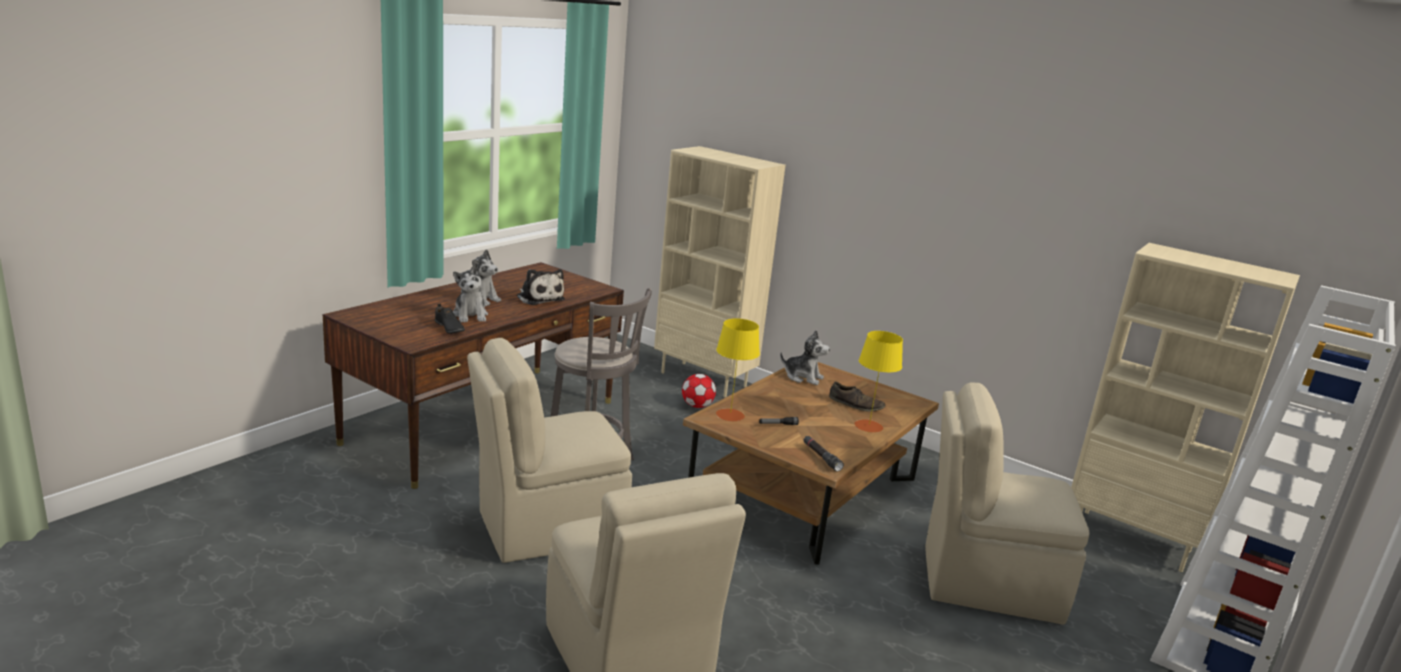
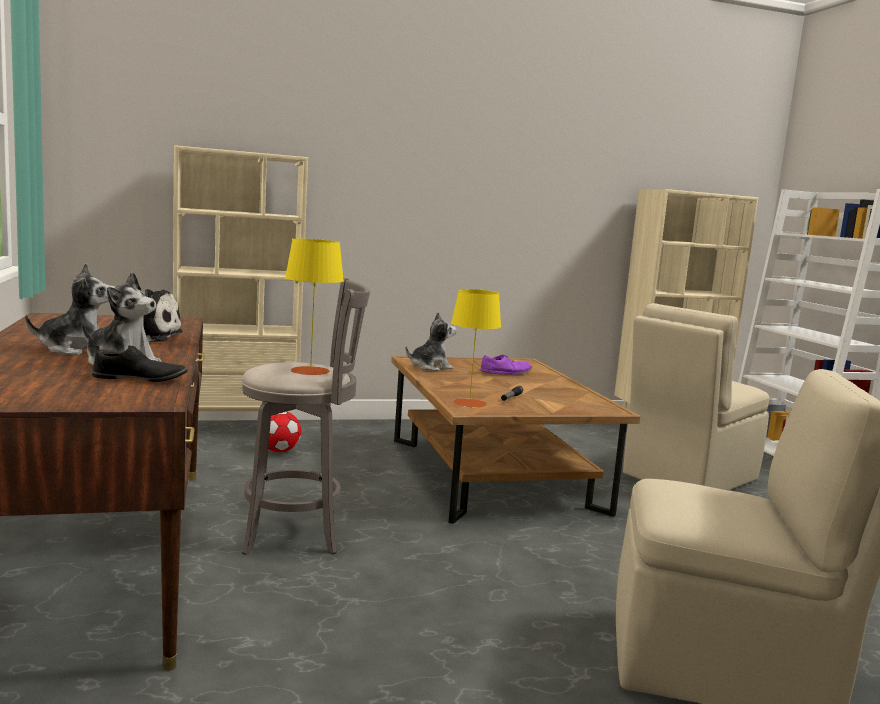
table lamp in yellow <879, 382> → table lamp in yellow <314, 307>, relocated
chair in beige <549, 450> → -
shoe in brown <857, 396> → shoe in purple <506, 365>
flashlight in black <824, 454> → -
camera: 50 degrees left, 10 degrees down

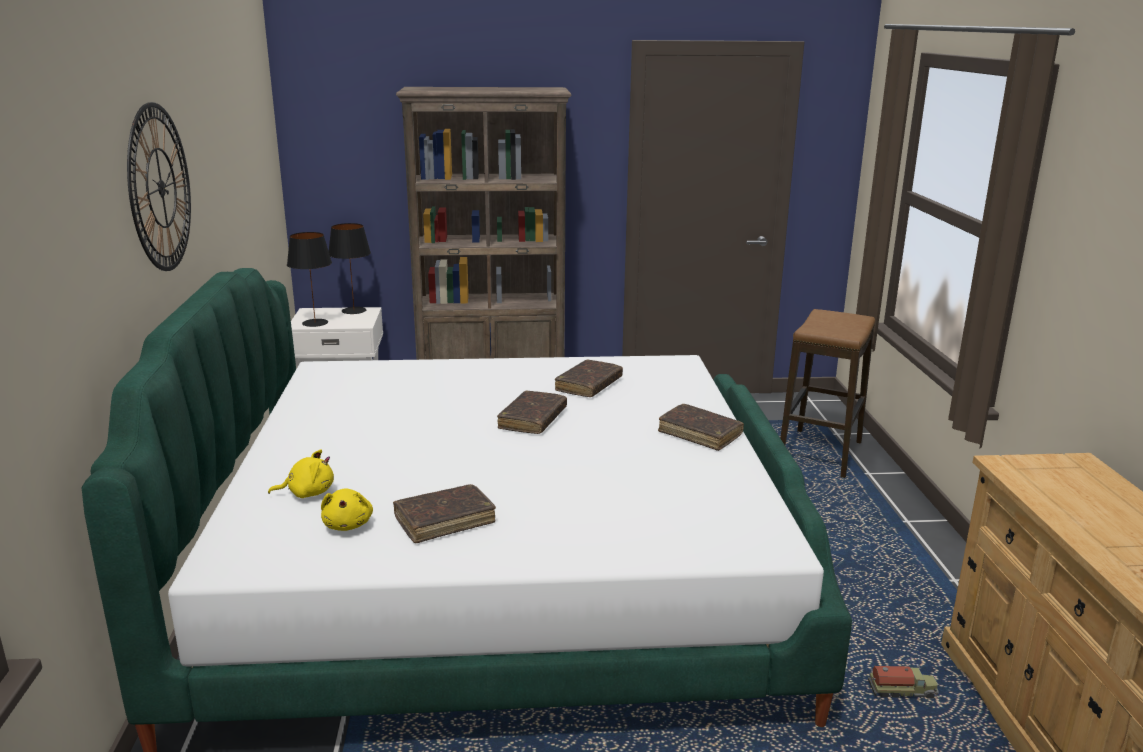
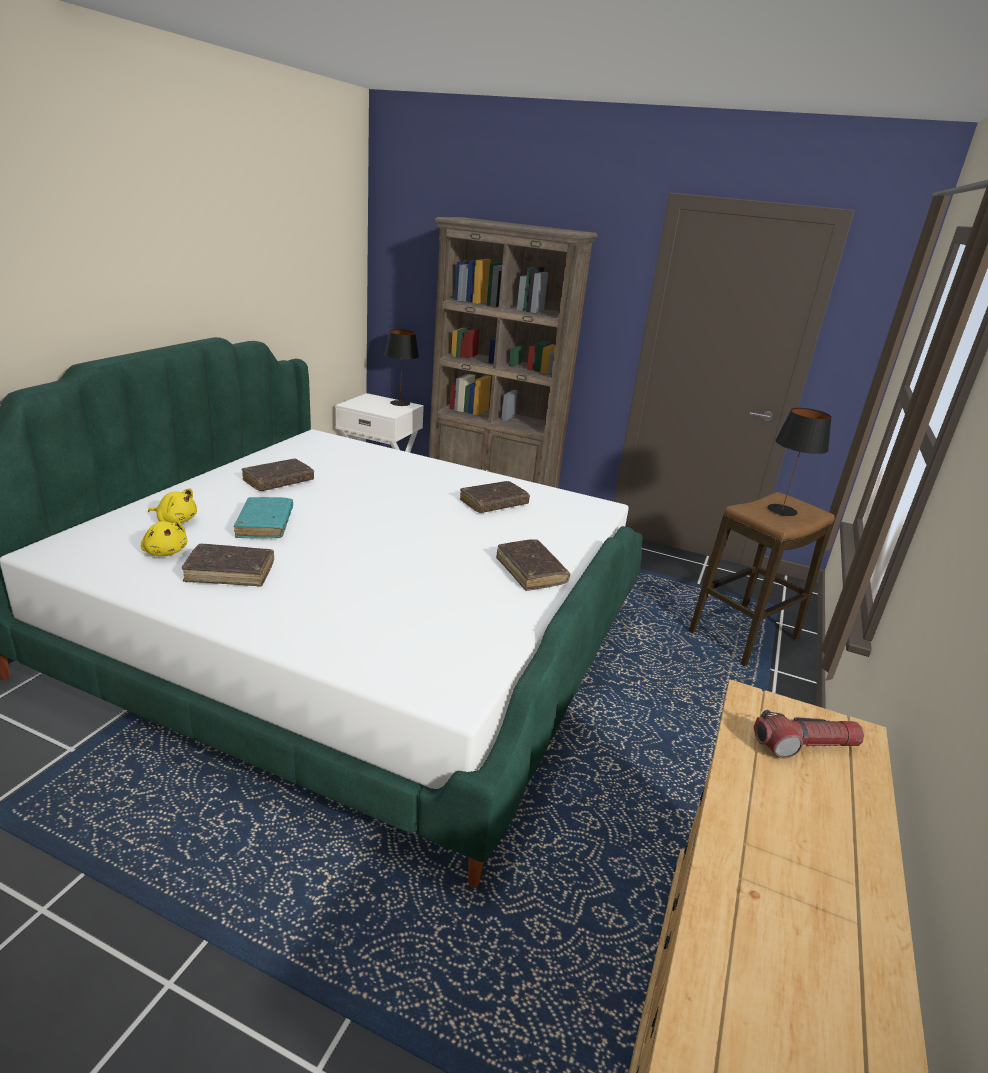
wall clock <159, 186> → -
table lamp in black <309, 279> → table lamp in black <800, 462>, relocated
book in brown <532, 412> → book in brown <277, 475>, relocated
plush toy in yellow <347, 510> → plush toy in yellow <164, 538>, 60 degrees counterclockwise
toy truck <903, 682> → -
- → book in turquoise <263, 518>
- → flashlight <809, 734>
camera: 25 degrees right, 5 degrees up

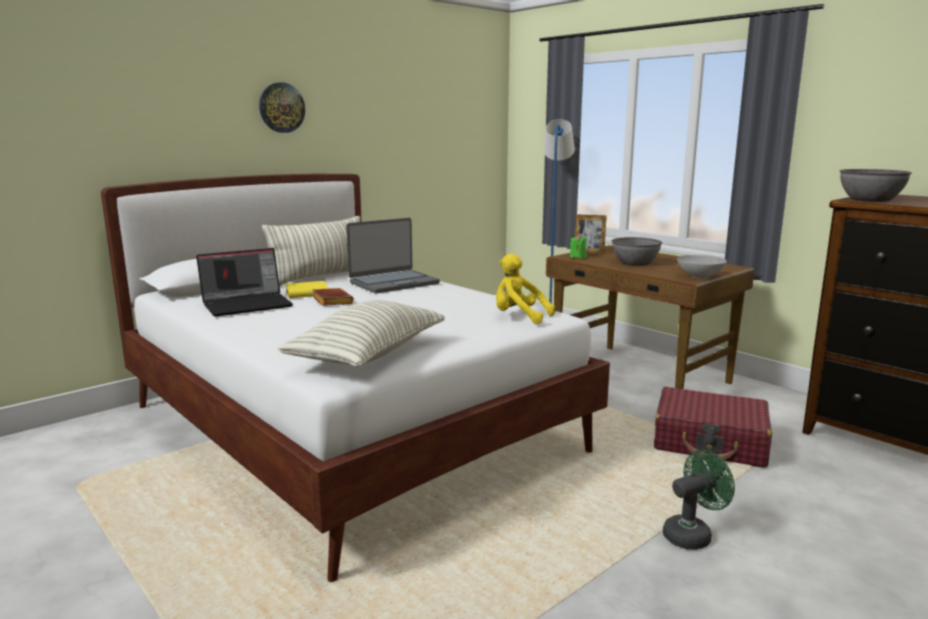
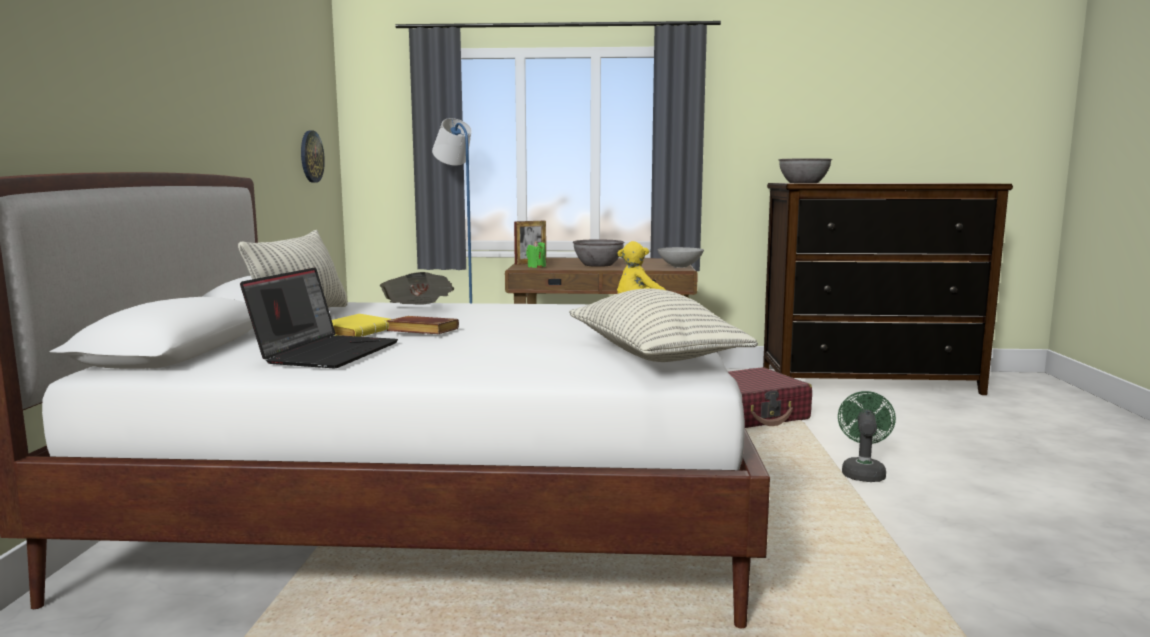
wall clock <282, 107> → wall clock <313, 157>, relocated
laptop <393, 255> → newspaper <416, 288>
camera: 45 degrees left, 5 degrees down

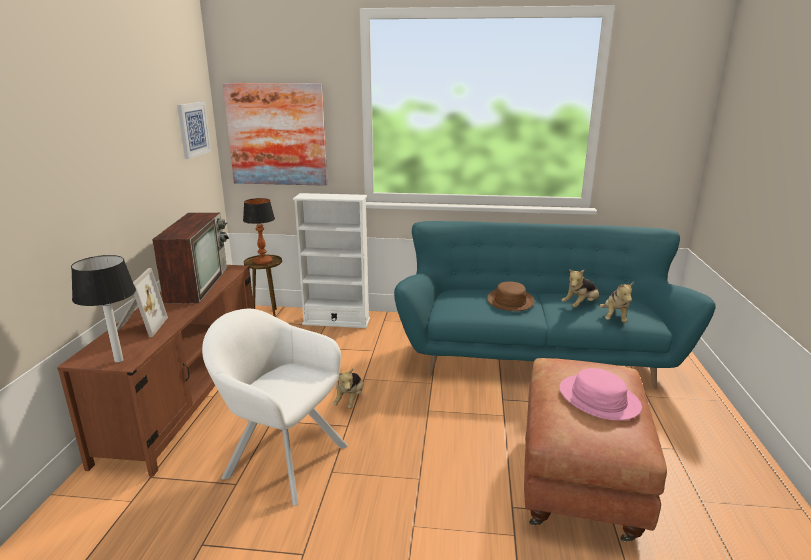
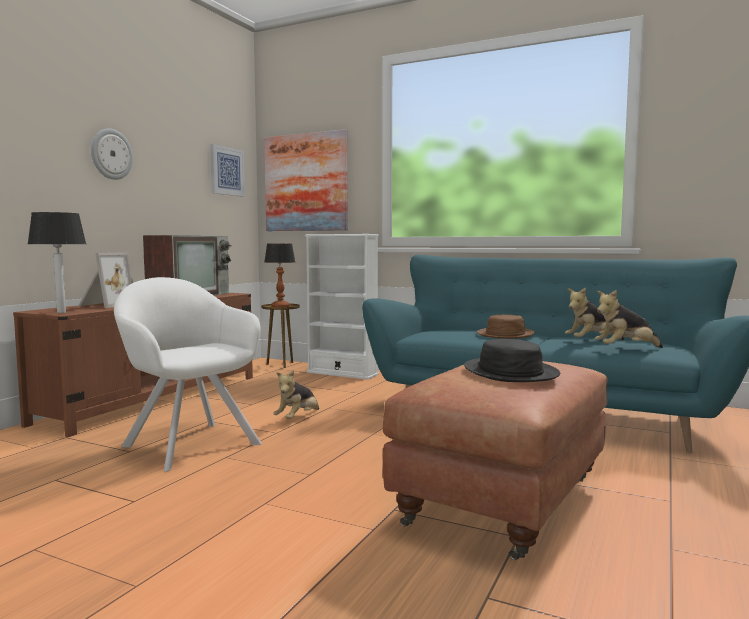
plush toy <617, 302> → plush toy <629, 319>, 45 degrees clockwise
hat in pink <600, 394> → hat in black <512, 360>
- → wall clock <112, 154>
camera: 20 degrees right, 15 degrees down

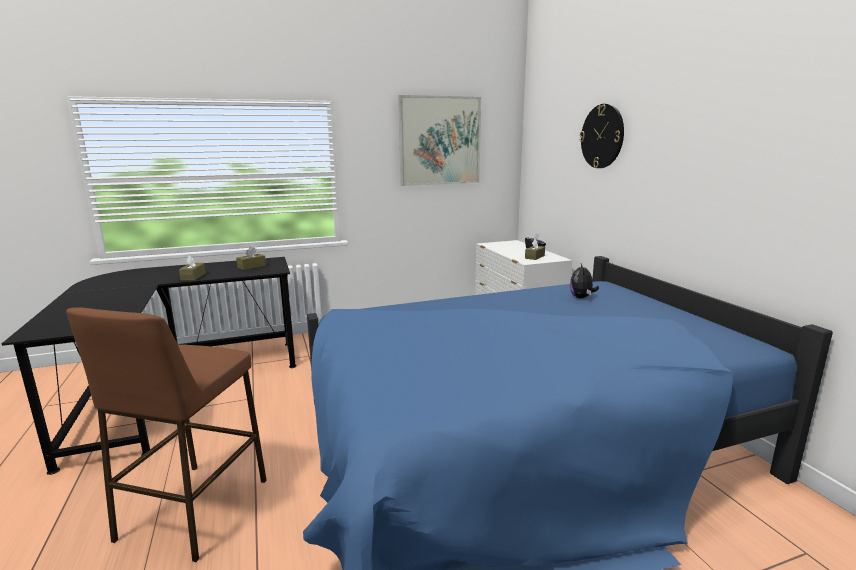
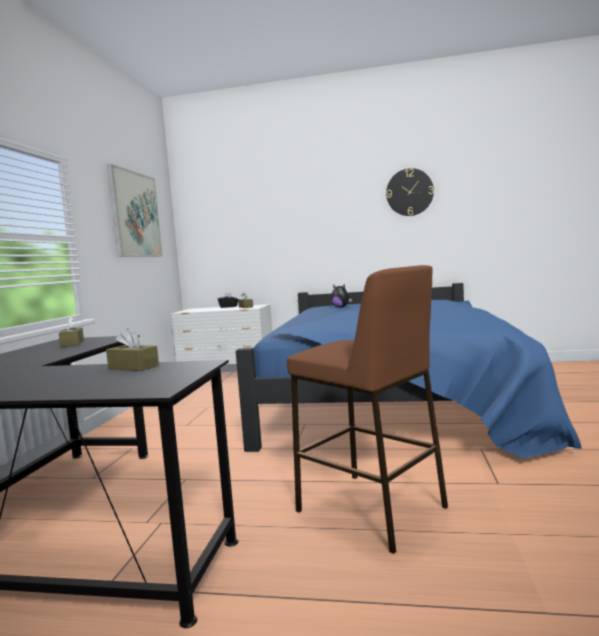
wall clock <601, 136> → wall clock <410, 192>, relocated
tissue box in brown <192, 268> → tissue box in brown <132, 349>, relocated
camera: 60 degrees left, 10 degrees down

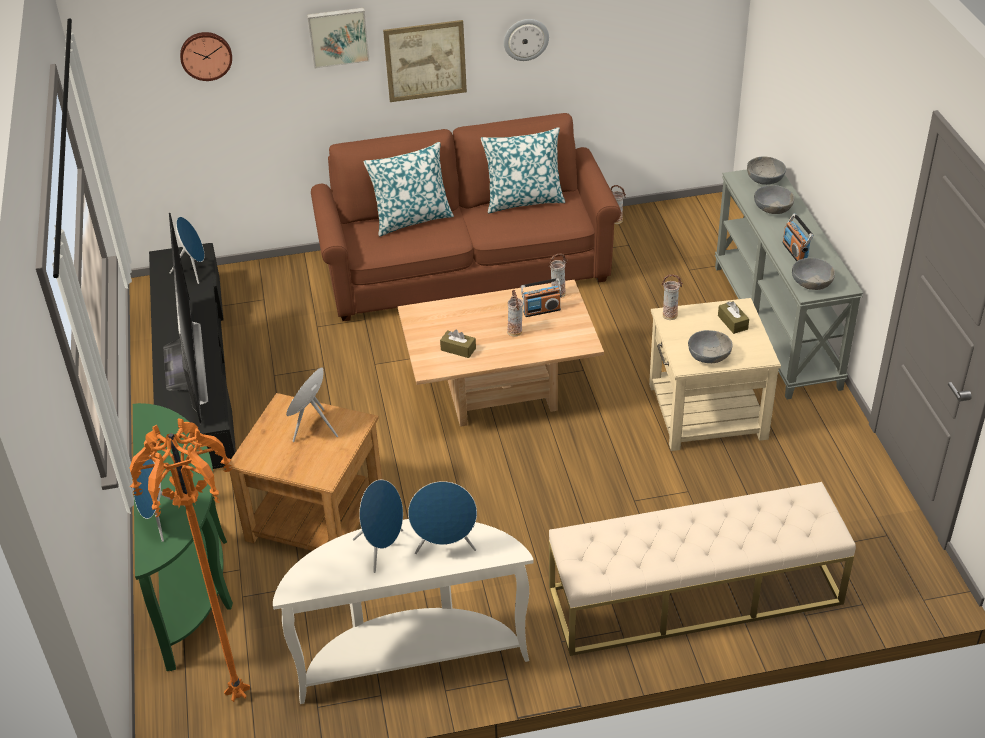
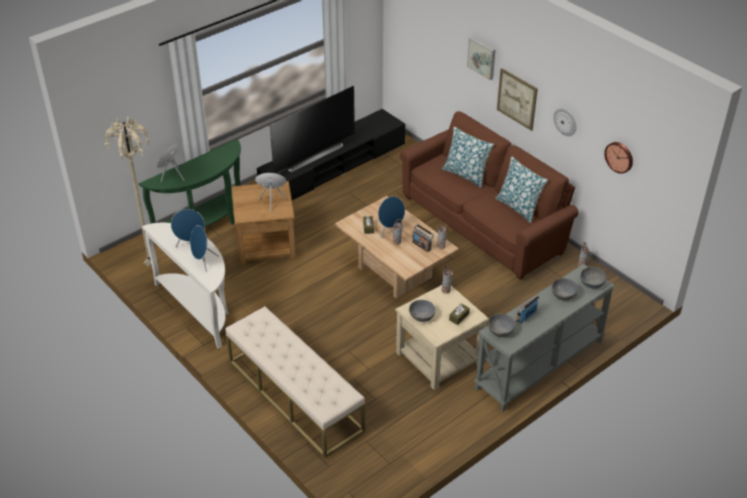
wall clock <206, 56> → wall clock <618, 158>, relocated
speaker in blue <187, 250> → speaker in blue <391, 217>, relocated
floor lamp in orange <190, 560> → floor lamp in beige <128, 192>
camera: 60 degrees right, 0 degrees up

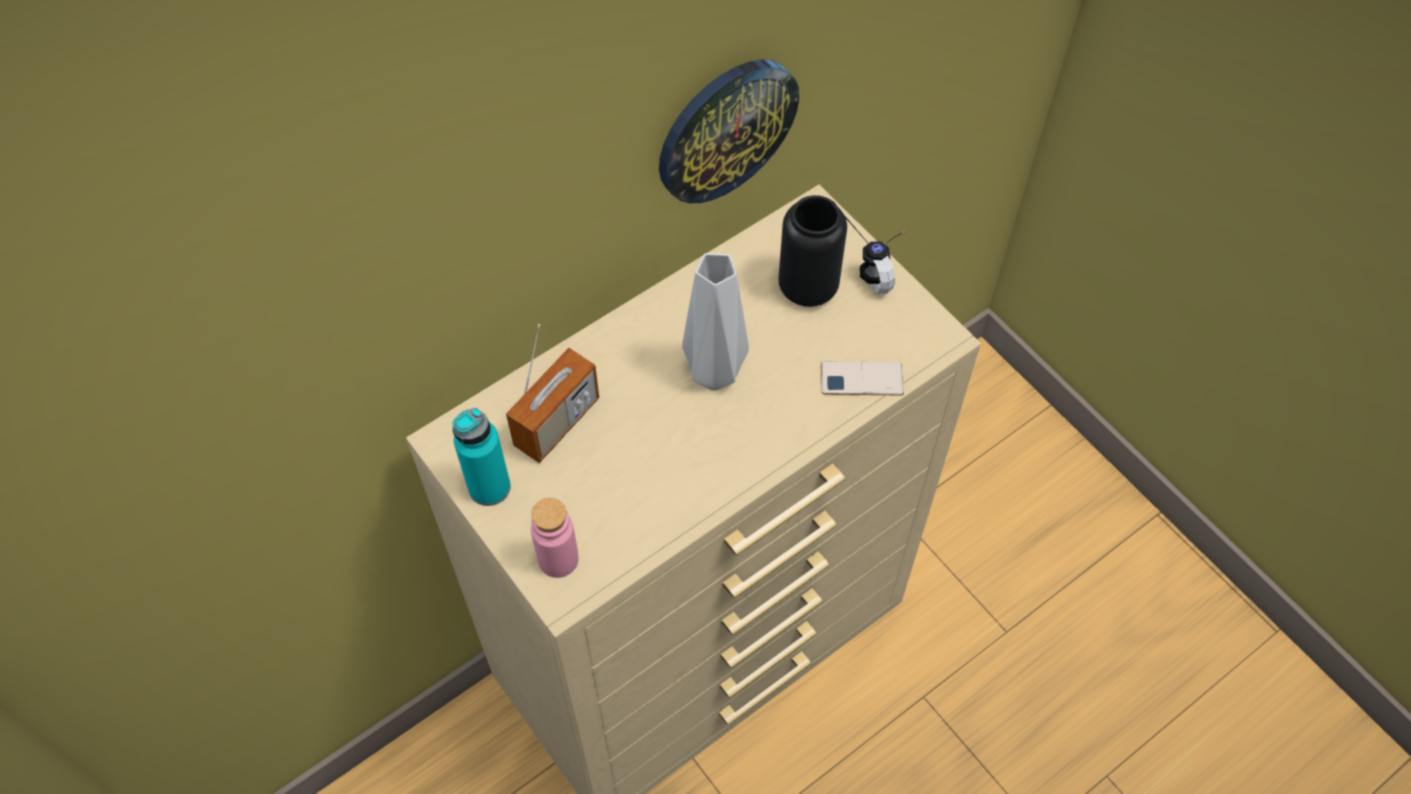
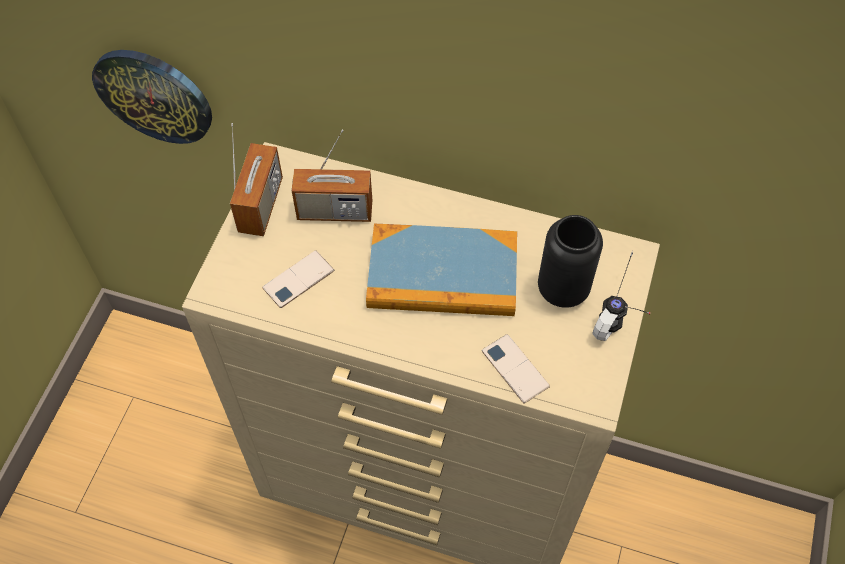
wall clock <729, 131> → wall clock <152, 97>, relocated
vase in grey <715, 322> → book <441, 270>
bottle in turquoise <481, 457> → radio <256, 179>
bottle in pink <555, 538> → -
- → phone <298, 279>
camera: 55 degrees right, 0 degrees up

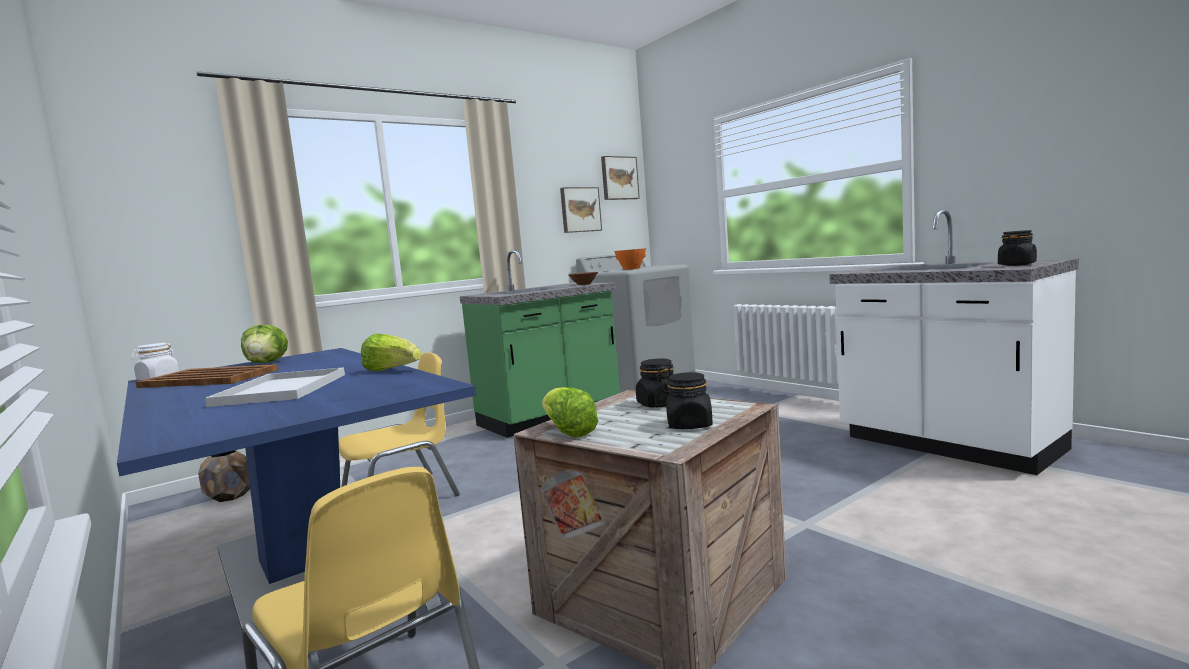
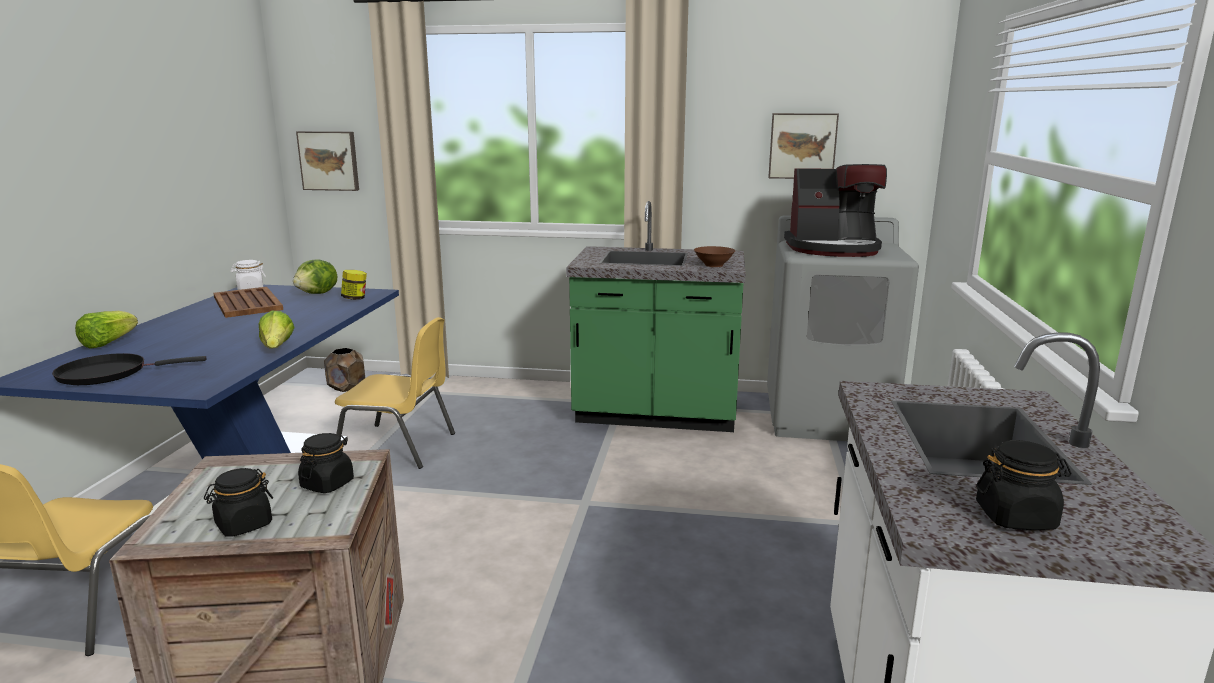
picture <620, 178> → picture <327, 161>, relocated
bowl in orange <630, 259> → coffee machine <835, 210>
tray in white <275, 387> → -
lettuce <570, 412> → lettuce <106, 330>, relocated
- → jar <354, 285>
- → frying pan in black <129, 369>
camera: 45 degrees right, 10 degrees up

